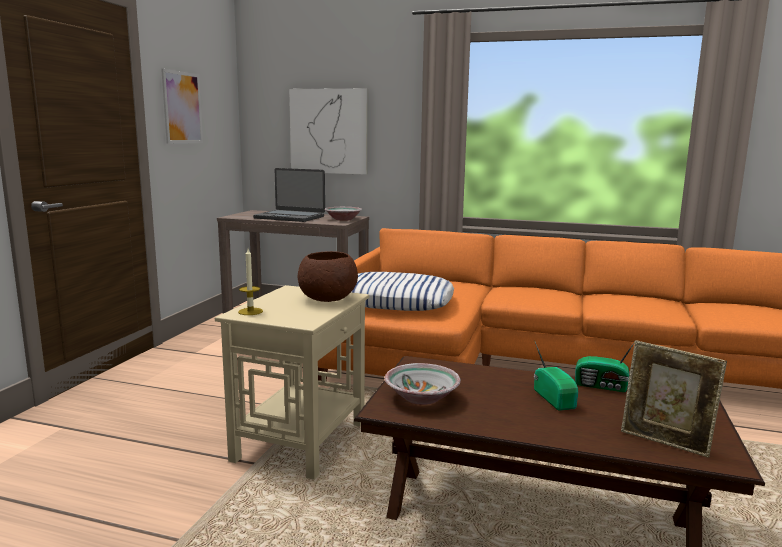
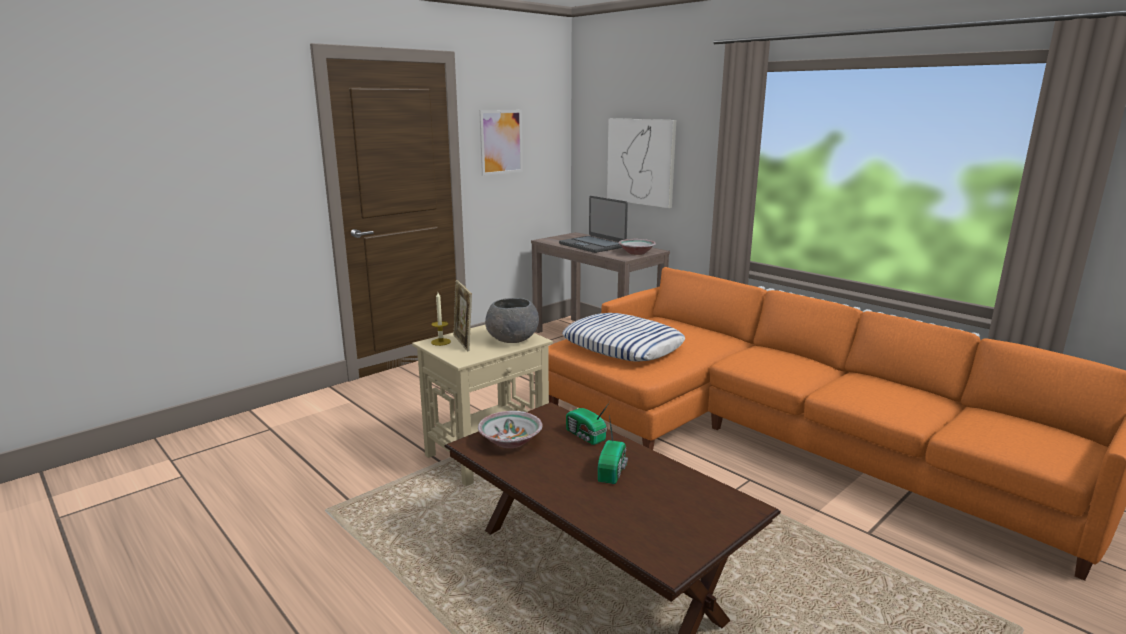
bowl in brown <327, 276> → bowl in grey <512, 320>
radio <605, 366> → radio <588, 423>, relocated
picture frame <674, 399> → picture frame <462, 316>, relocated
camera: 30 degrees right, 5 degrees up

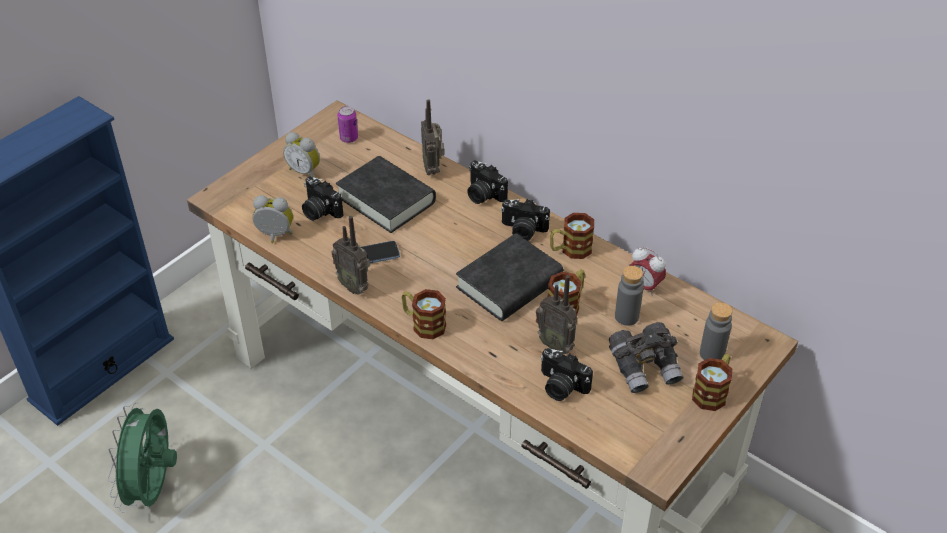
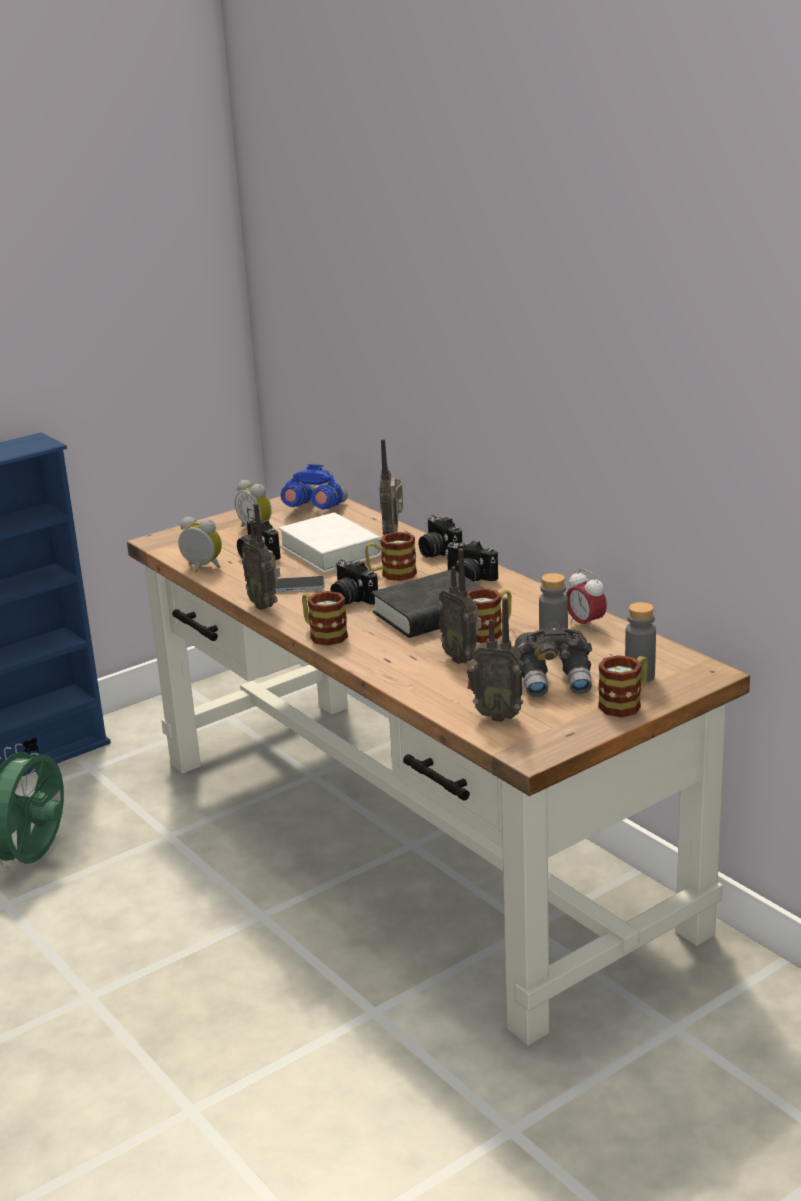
can <347, 124> → binoculars in blue <314, 487>
book in black <386, 194> → book in white <330, 543>
mug <572, 236> → mug <391, 556>, relocated
photo camera <566, 374> → photo camera <354, 582>, relocated
- → radio <495, 659>
camera: 15 degrees right, 20 degrees down

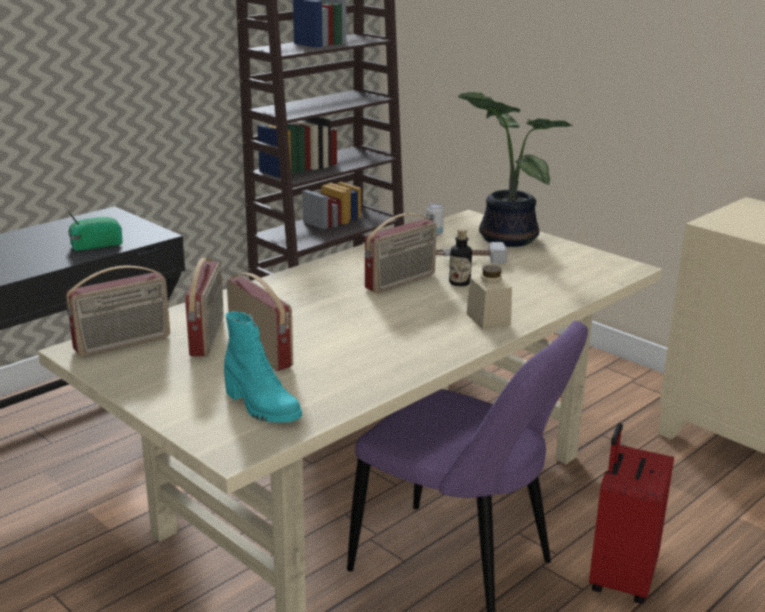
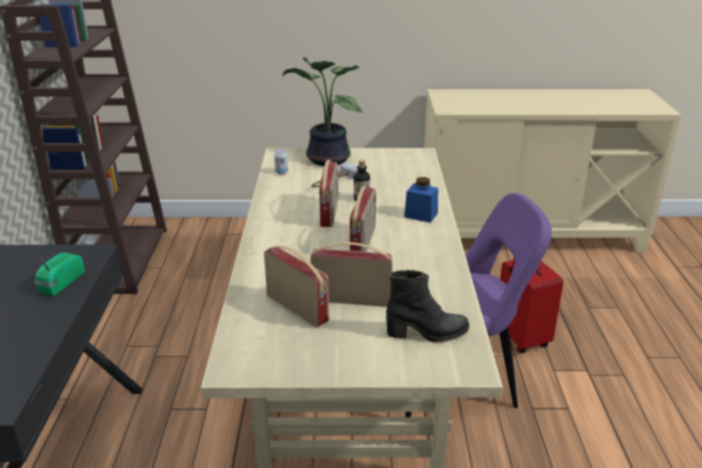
jar in beige <489, 297> → jar in blue <421, 200>
radio <118, 311> → radio <363, 219>, relocated
boot in turquoise <263, 367> → boot in black <427, 306>
camera: 45 degrees left, 5 degrees up

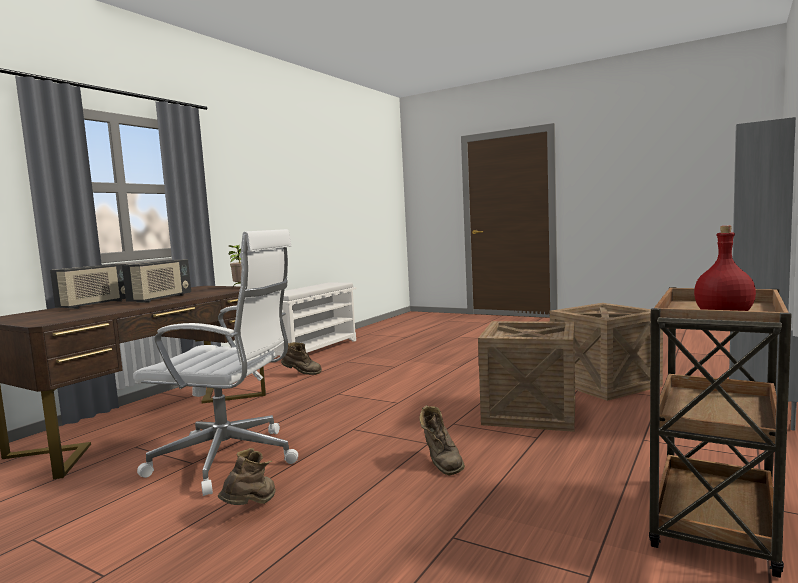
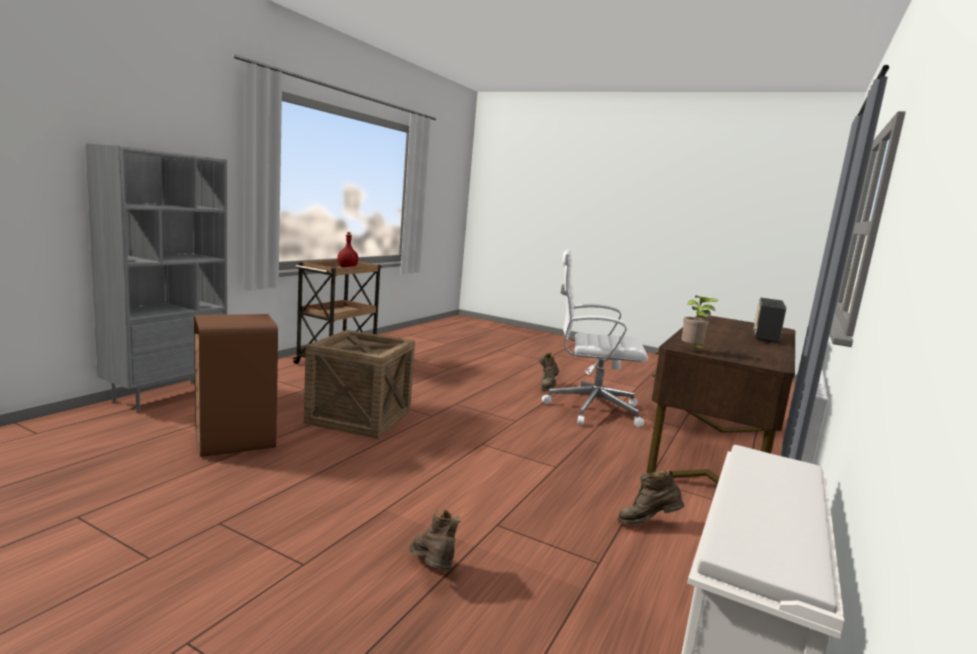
radio <156, 280> → -
crate <606, 352> → trash can in brown <236, 385>
boot in brown <442, 440> → boot in brown <436, 539>, relocated
camera: 175 degrees right, 5 degrees up

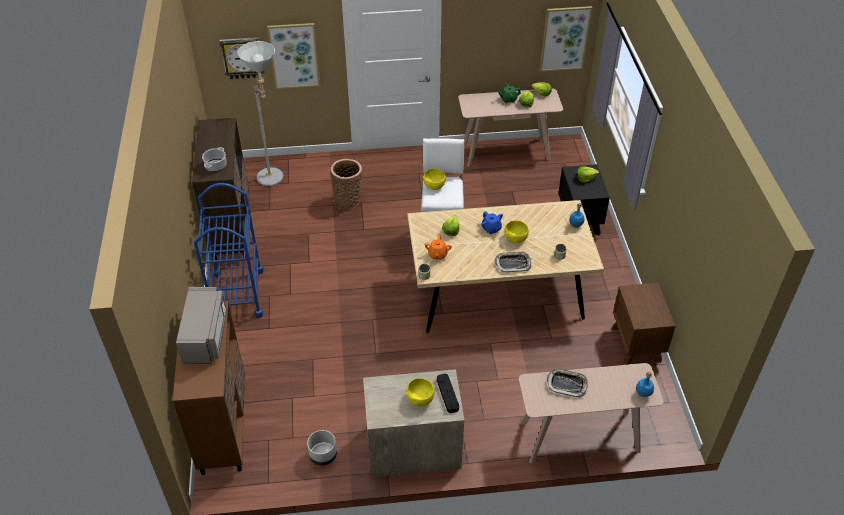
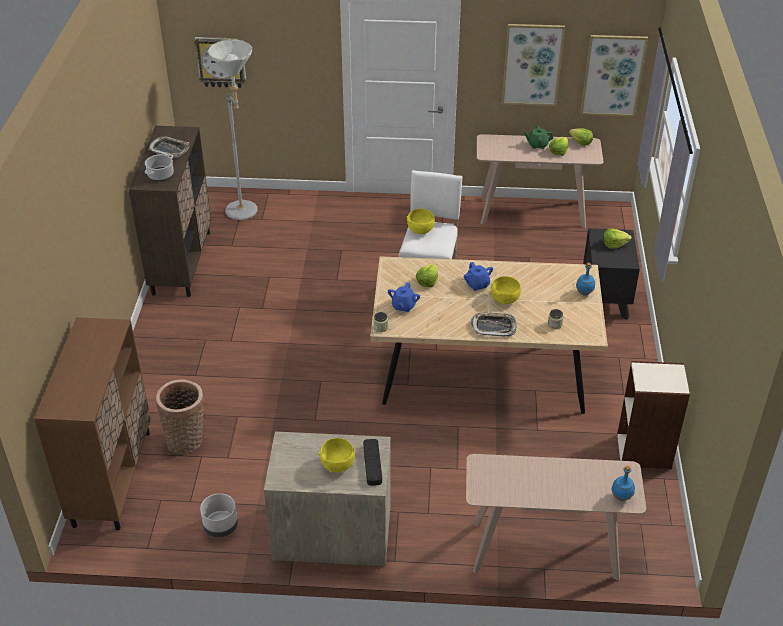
picture <293, 56> → picture <533, 65>, relocated
basket <346, 184> → basket <180, 417>, relocated
cart in blue <229, 250> → -
teapot in orange <438, 248> → teapot in blue <404, 297>
nightstand in brown <644, 324> → bookcase <653, 415>
microwave in grey <201, 325> → -
tray <567, 383> → tray <169, 147>, relocated
camera: 10 degrees right, 5 degrees down

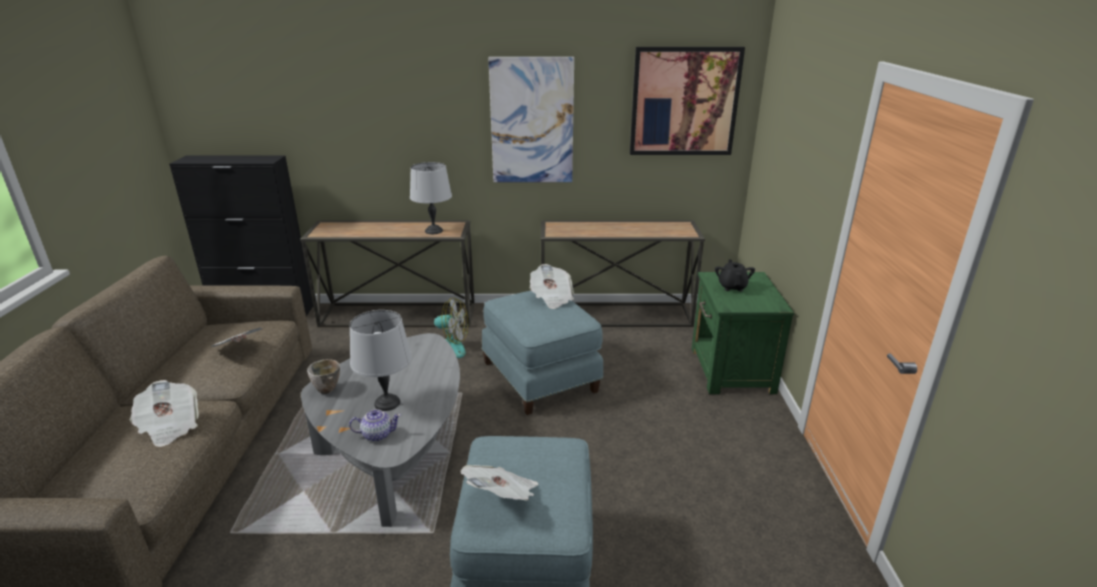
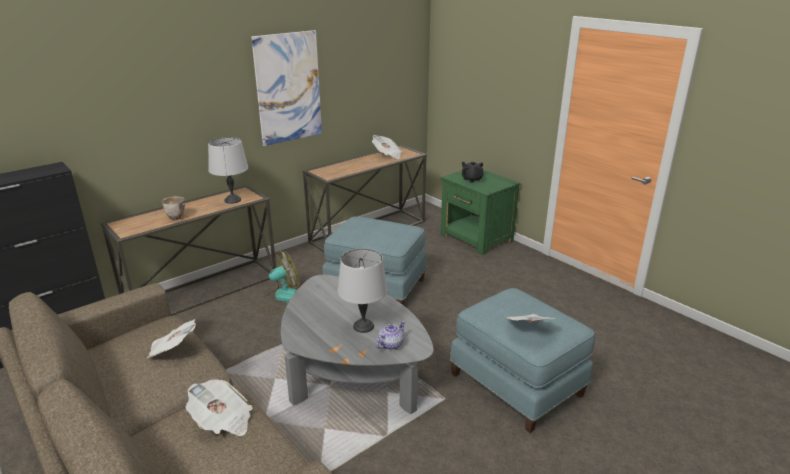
picture <687, 101> → -
newspaper <552, 286> → newspaper <387, 147>, relocated
bowl <323, 376> → bowl <173, 208>, relocated
camera: 40 degrees left, 0 degrees up

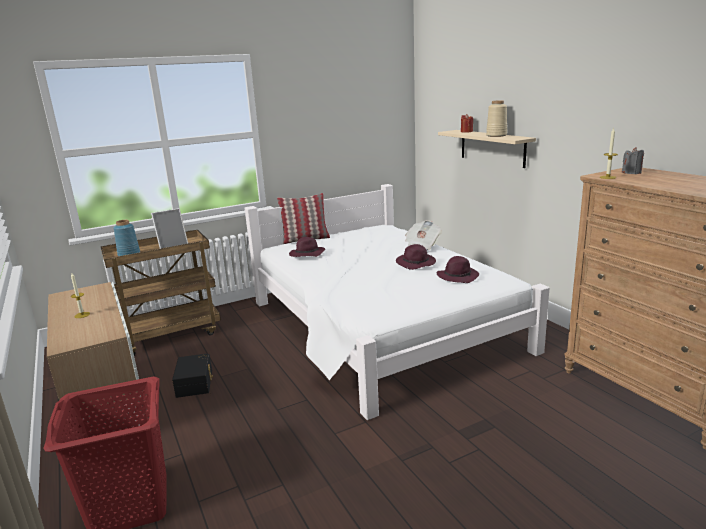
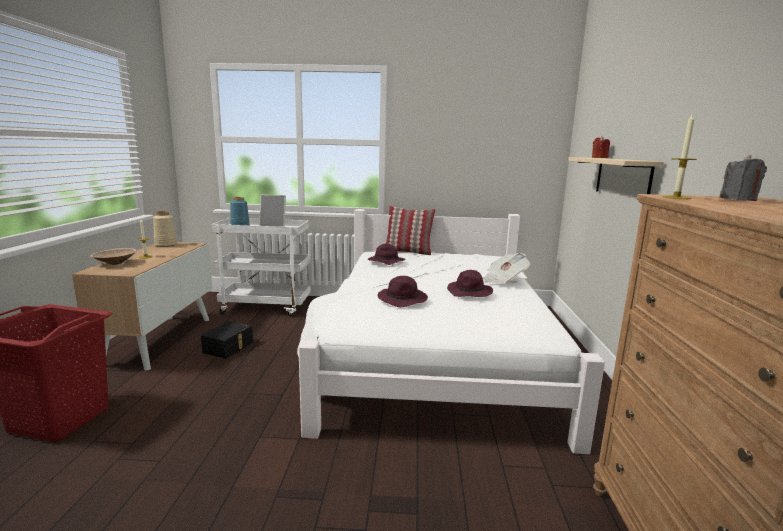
vase in beige <496, 118> → vase in beige <165, 229>, relocated
cart in brown <161, 292> → cart in white <261, 267>
hat in purple <458, 269> → hat in purple <402, 291>, relocated
- → bowl in beige <113, 256>
camera: 30 degrees right, 5 degrees down

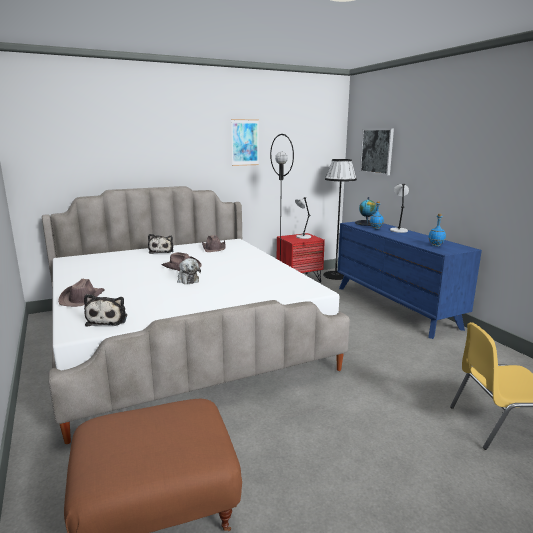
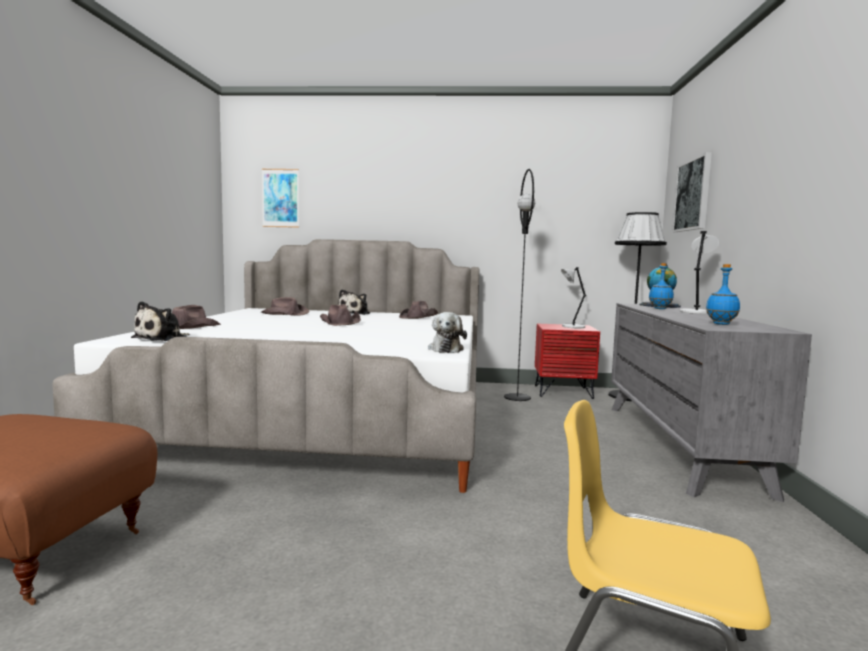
picture <245, 142> → picture <280, 198>, relocated
dresser in blue <410, 280> → dresser in grey <711, 403>
plush toy <189, 271> → plush toy <447, 332>, relocated
- → hat in brown <285, 306>
camera: 30 degrees right, 10 degrees down

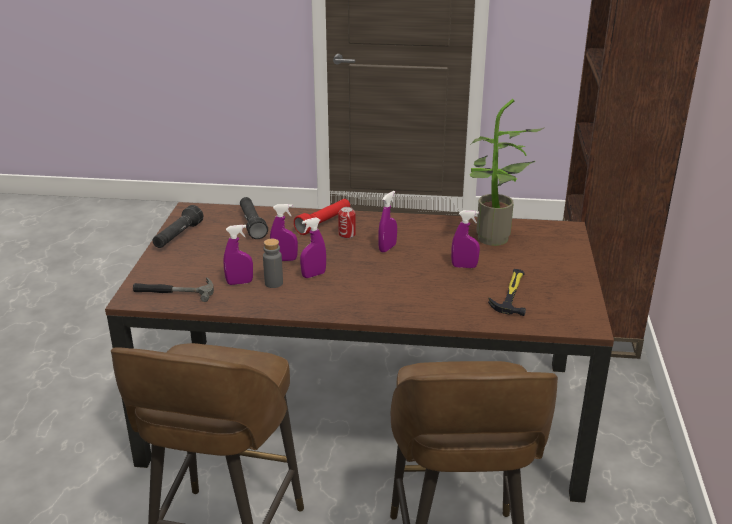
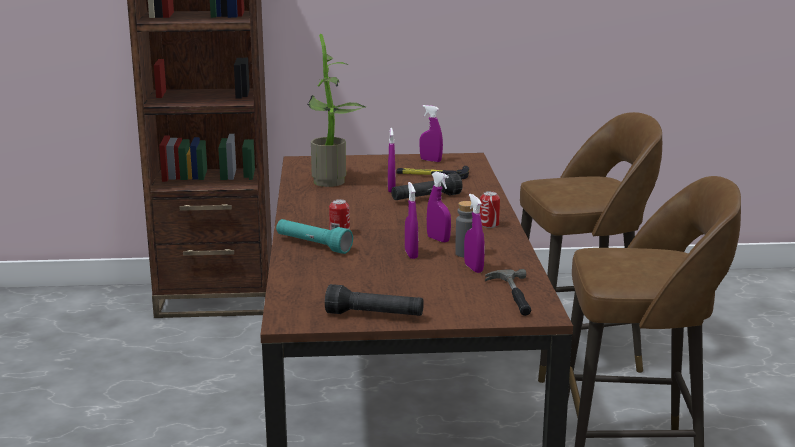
spray bottle in purple <387, 221> → spray bottle in purple <431, 133>, relocated
flashlight in black <254, 218> → flashlight in black <427, 186>, relocated
flashlight in red <322, 217> → flashlight in turquoise <314, 236>
- → can <490, 209>
camera: 100 degrees left, 10 degrees down

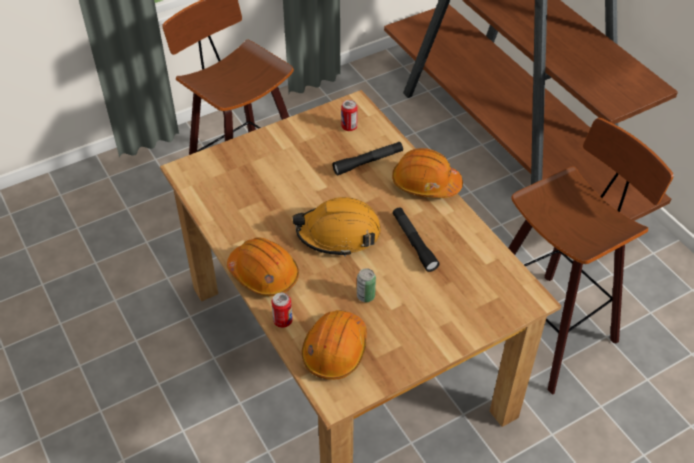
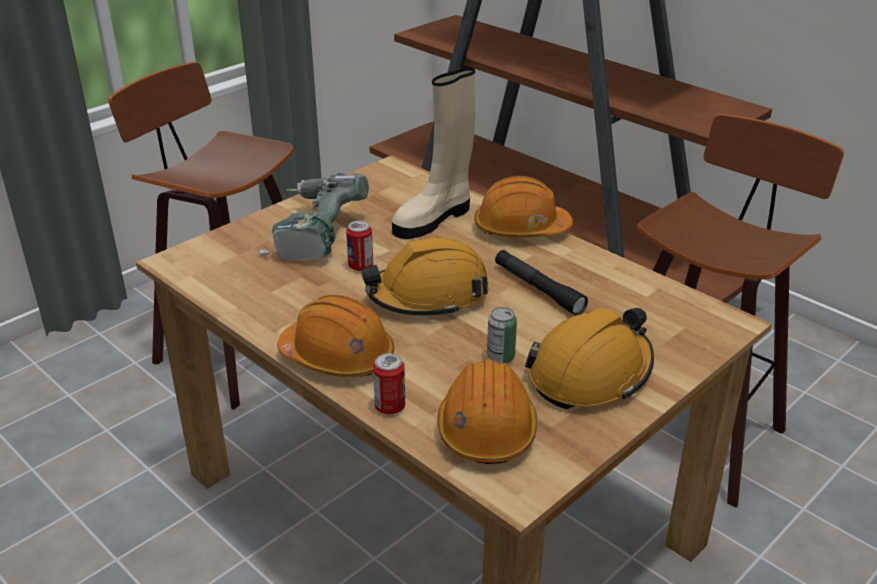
can <349, 115> → can <359, 245>, relocated
flashlight in black <367, 159> → boot in beige <433, 153>
- → power drill <314, 216>
- → hard hat in orange <589, 358>
camera: 15 degrees left, 15 degrees down

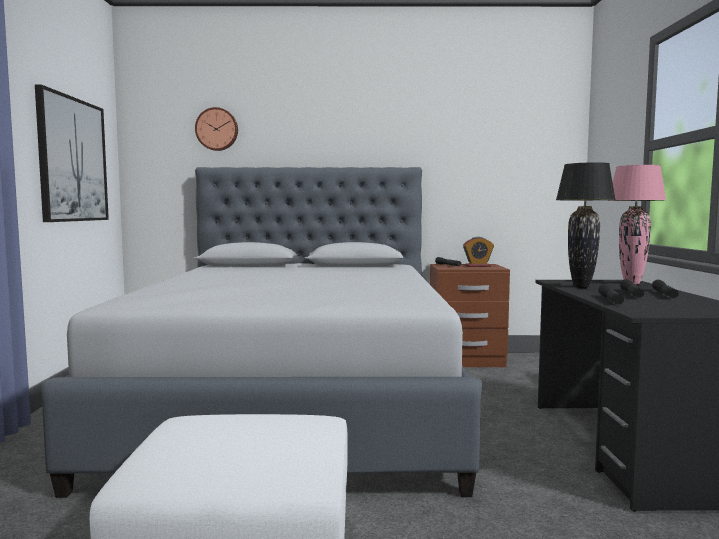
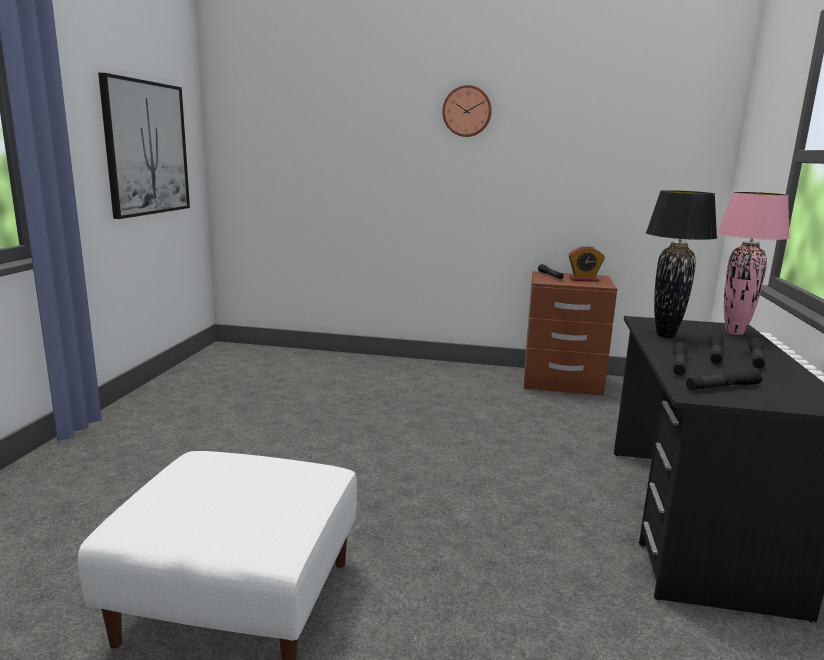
wall clock <216, 129> → wall clock <467, 111>, relocated
bed in grey <261, 332> → -
- → flashlight in black <724, 379>
camera: 10 degrees right, 10 degrees up

